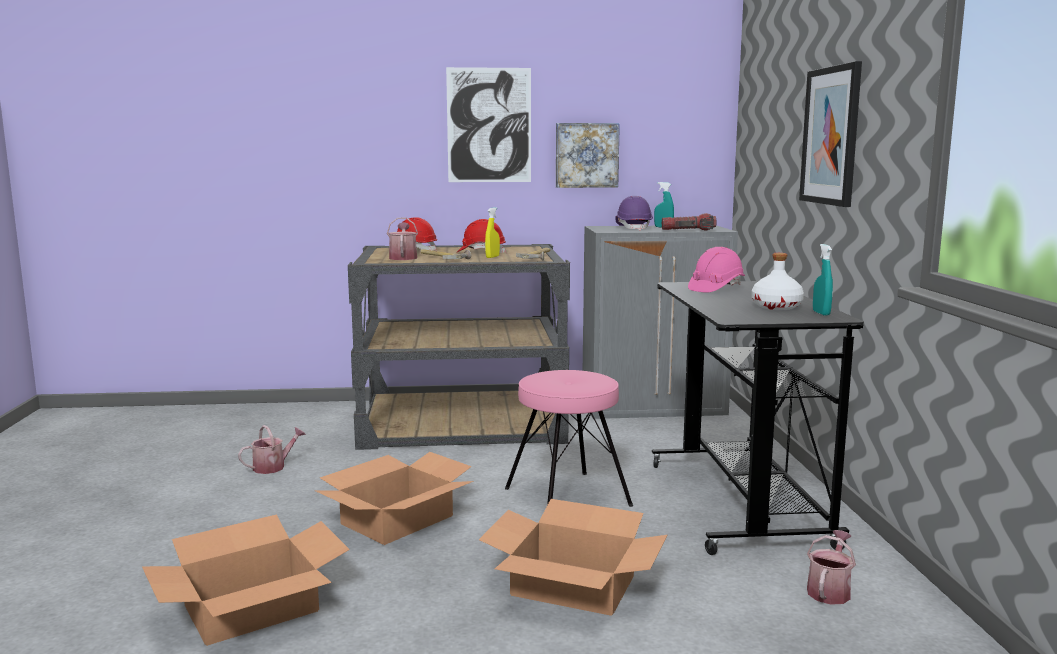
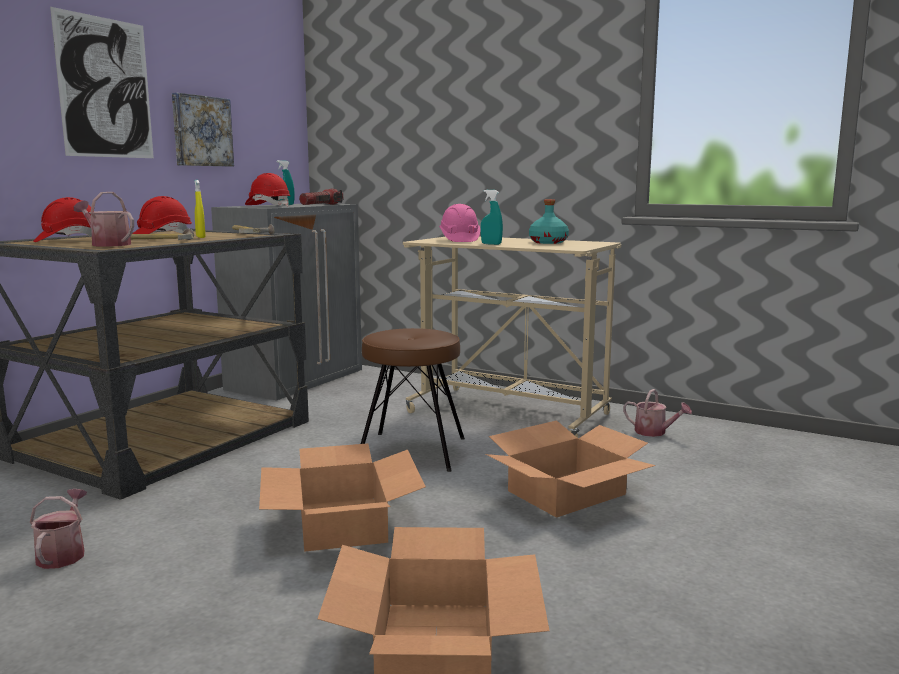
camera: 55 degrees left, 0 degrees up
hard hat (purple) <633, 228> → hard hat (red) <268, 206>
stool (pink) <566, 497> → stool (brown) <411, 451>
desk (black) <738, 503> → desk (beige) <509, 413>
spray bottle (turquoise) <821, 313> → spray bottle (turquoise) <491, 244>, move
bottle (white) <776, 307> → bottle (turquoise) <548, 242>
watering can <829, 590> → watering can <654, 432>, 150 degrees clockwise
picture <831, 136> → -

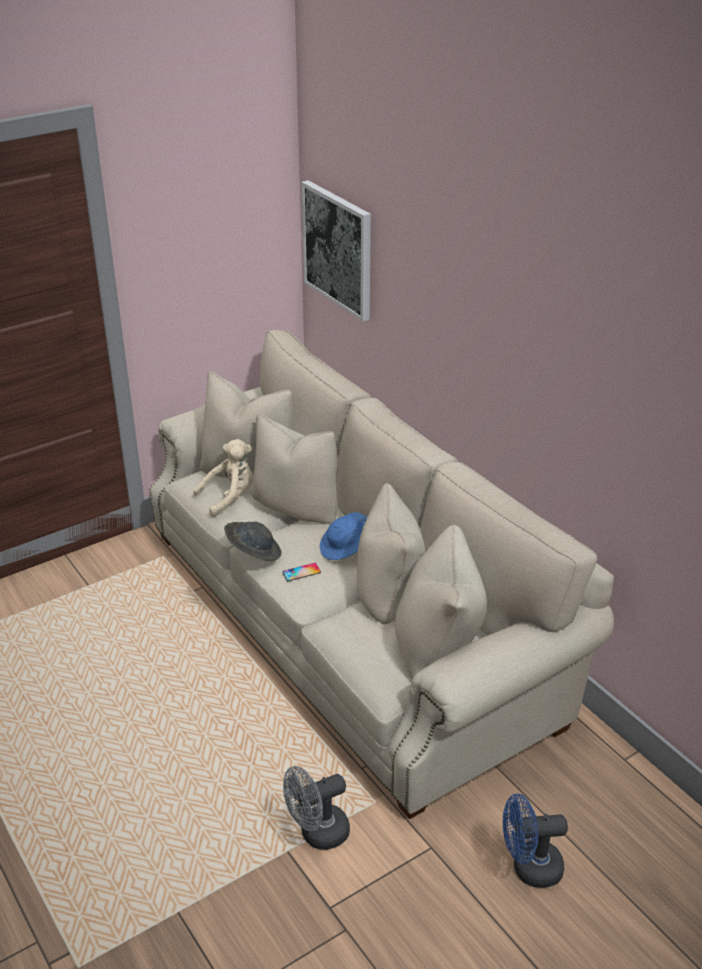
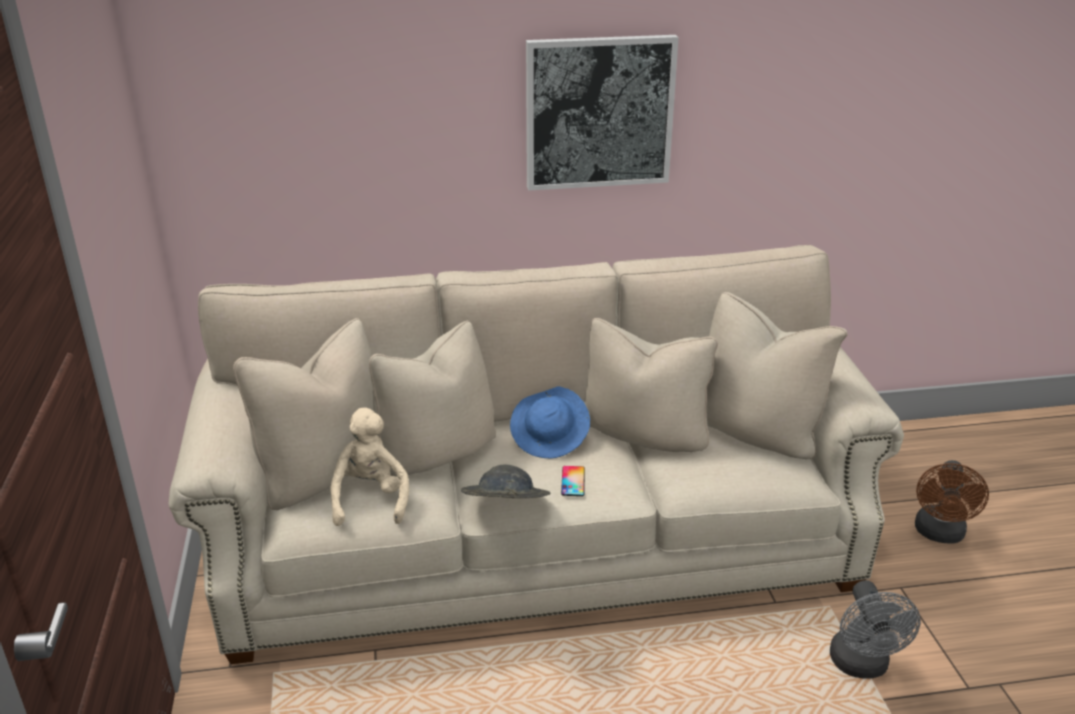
camera: 65 degrees left, 5 degrees down
picture <338, 249> → picture <599, 112>, move
fan (blue) <529, 868> → fan (brown) <939, 534>

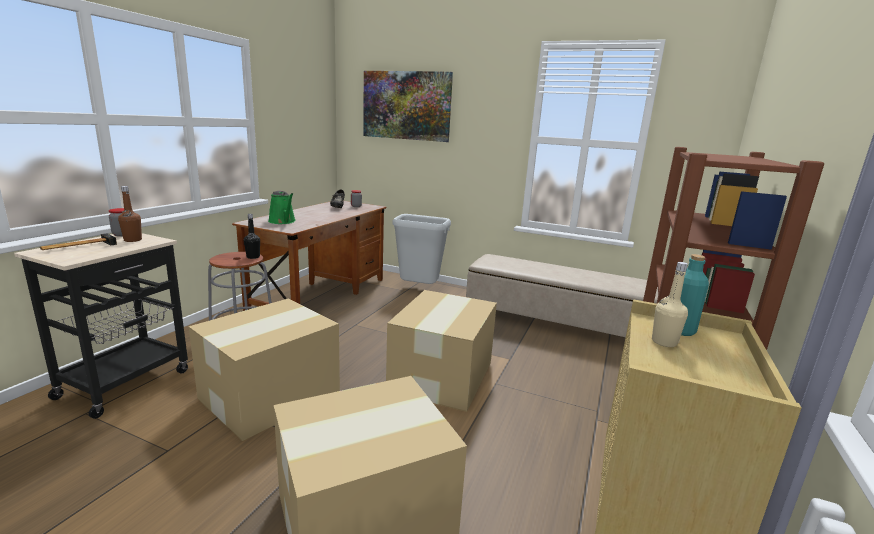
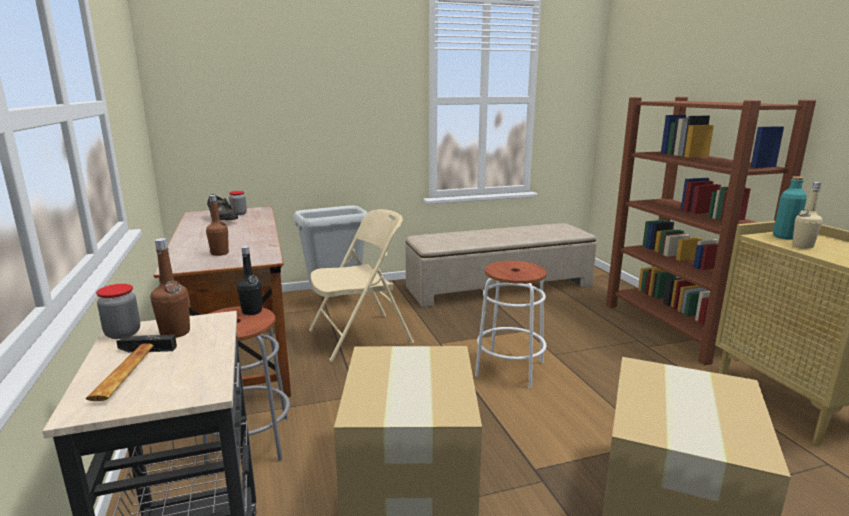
camera: 40 degrees left, 0 degrees up
watering can (green) <283, 221> → bottle (brown) <219, 253>
- → chair (beige) <360, 337>
cardboard box <442, 375> → stool (white) <510, 368>
picture <406, 106> → -

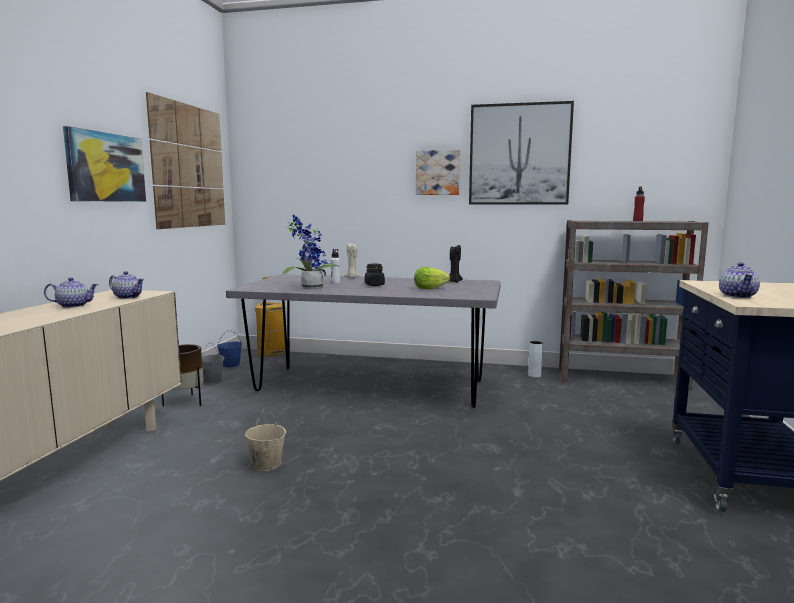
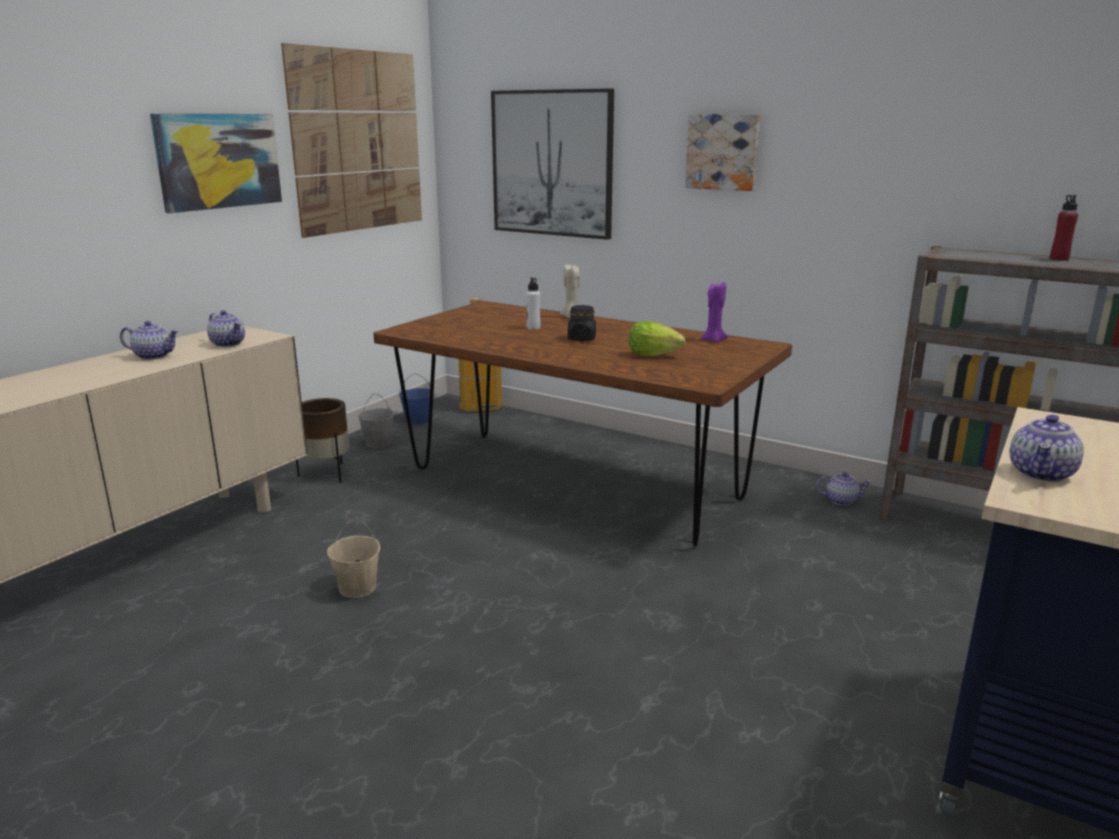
camera: 20 degrees right, 10 degrees up
dining table (grey) <372, 386> → dining table (brown) <577, 483>
picture <519, 154> → picture <552, 163>, move
candle (black) <454, 281> → candle (purple) <713, 340>
vase (grey) <534, 375> → teapot <841, 500>
potted plant <310, 288> → -

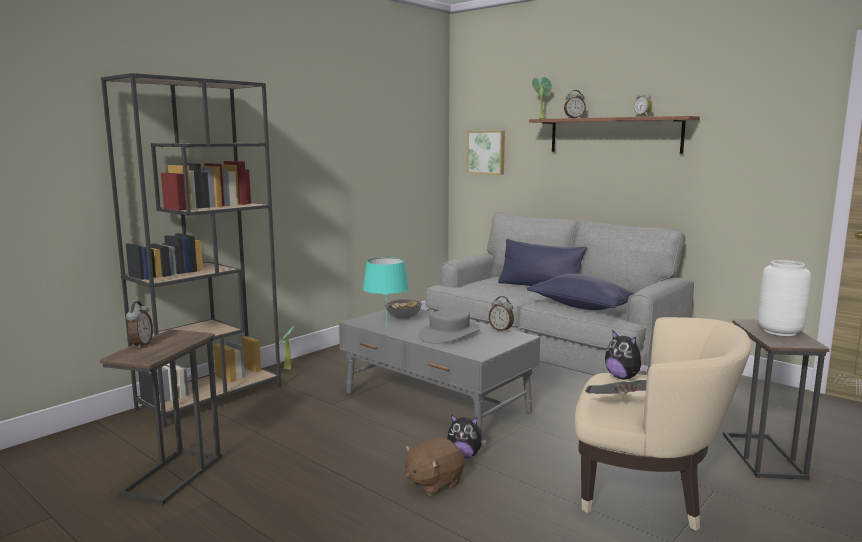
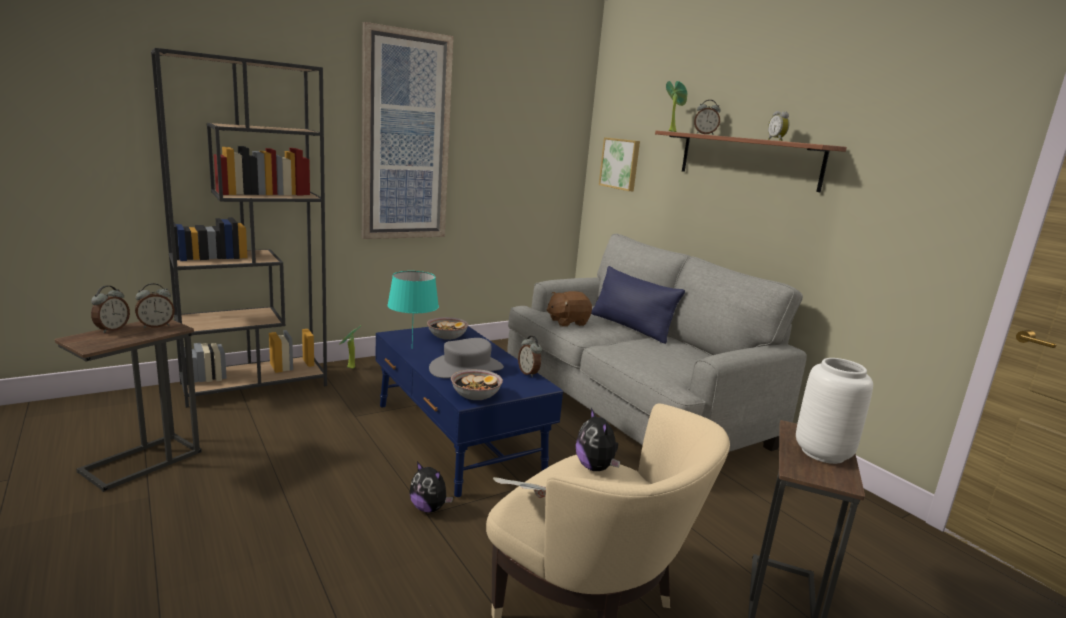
camera: 15 degrees right, 5 degrees up
- → alarm clock <156, 326>
- → picture <405, 138>
coffee table (grey) <436, 403> → coffee table (blue) <458, 437>
- → bowl <475, 395>
plush toy (brown) <433, 482> → plush toy (brown) <567, 322>, move
pillow (blue) <582, 307> → -

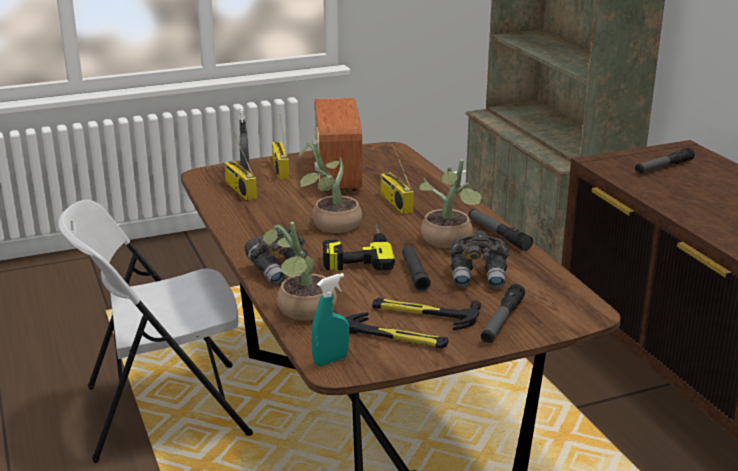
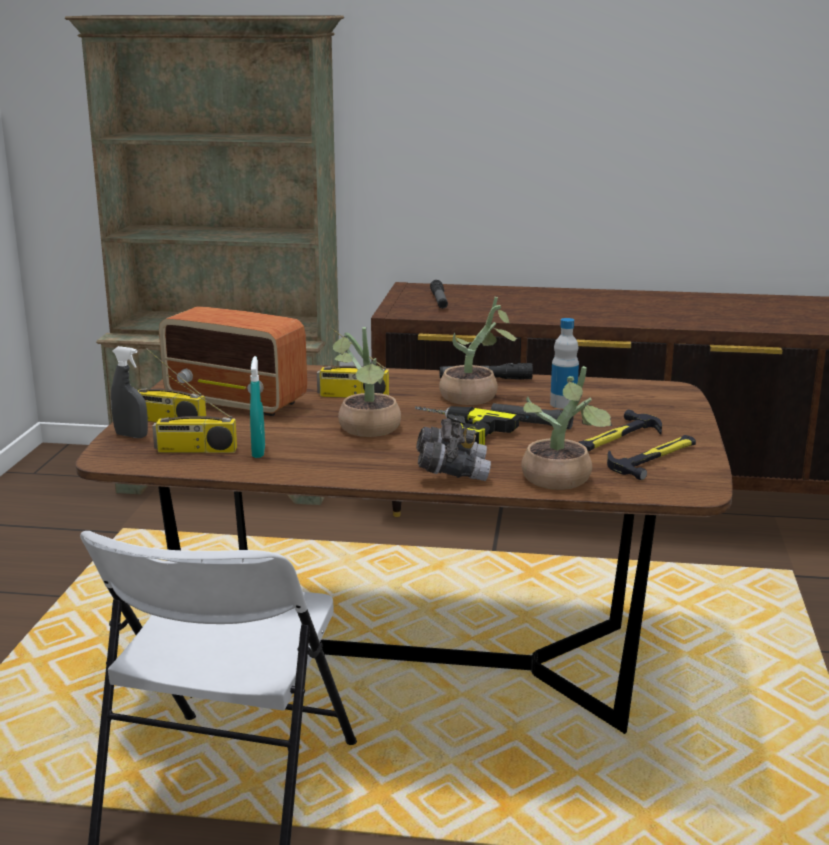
camera: 60 degrees left, 5 degrees down
spray bottle (turquoise) <331, 360> → spray bottle (turquoise) <258, 452>, move
binoculars (grey) <479, 276> → bottle <563, 404>
flashlight <502, 321> → -

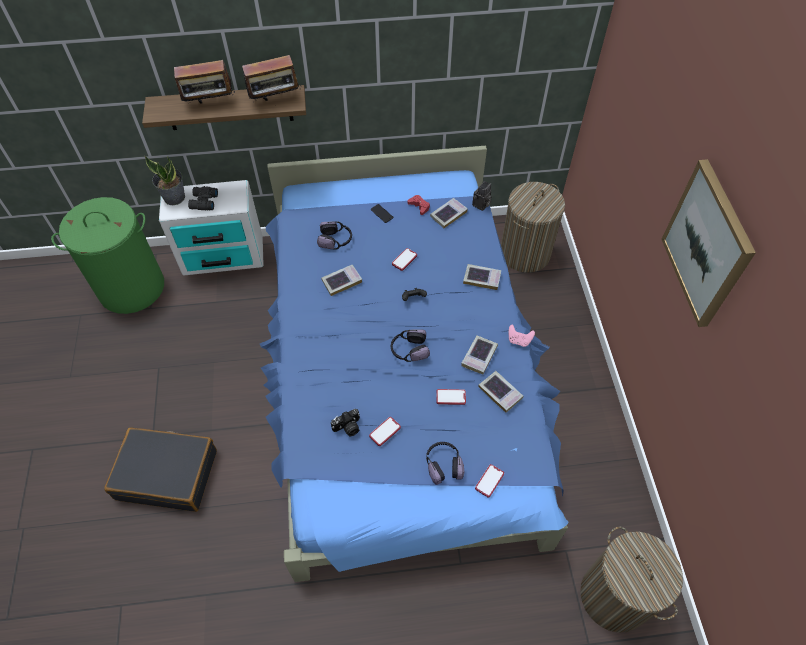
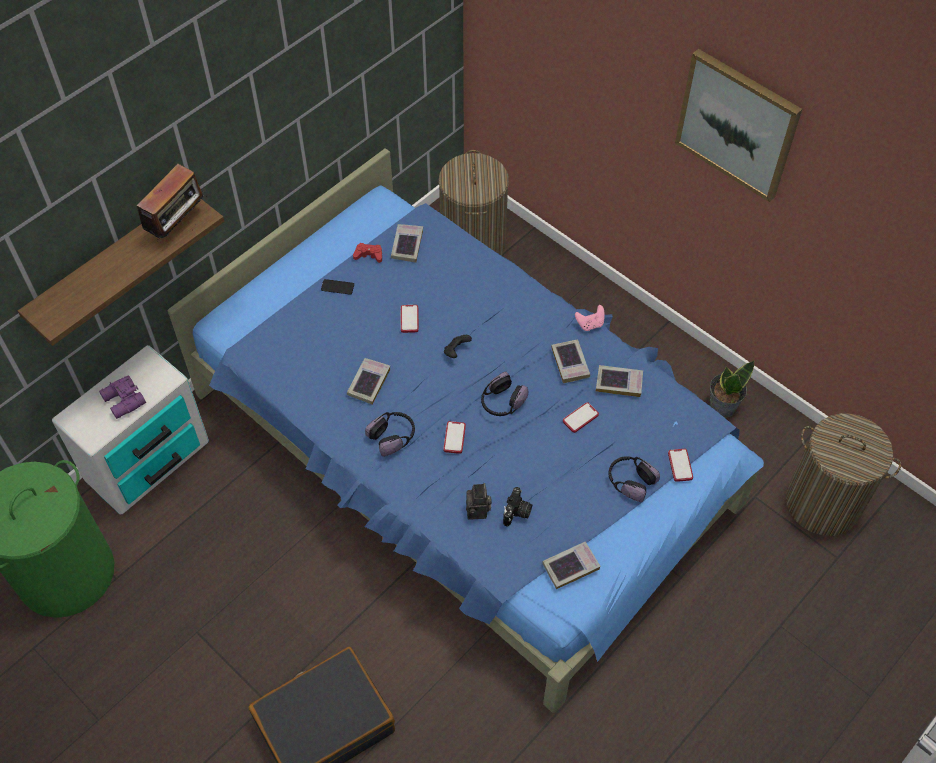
camera: 40 degrees left, 0 degrees up
binoculars (black) <203, 202> → binoculars (purple) <123, 401>
headphones <335, 240> → headphones <393, 436>, move
phone <385, 432> → phone <454, 438>, move
photo camera <481, 205> → photo camera <478, 511>, move
book <482, 278> → book <570, 567>, move
potted plant <174, 197> → potted plant <722, 406>, move
radio <210, 104> → -

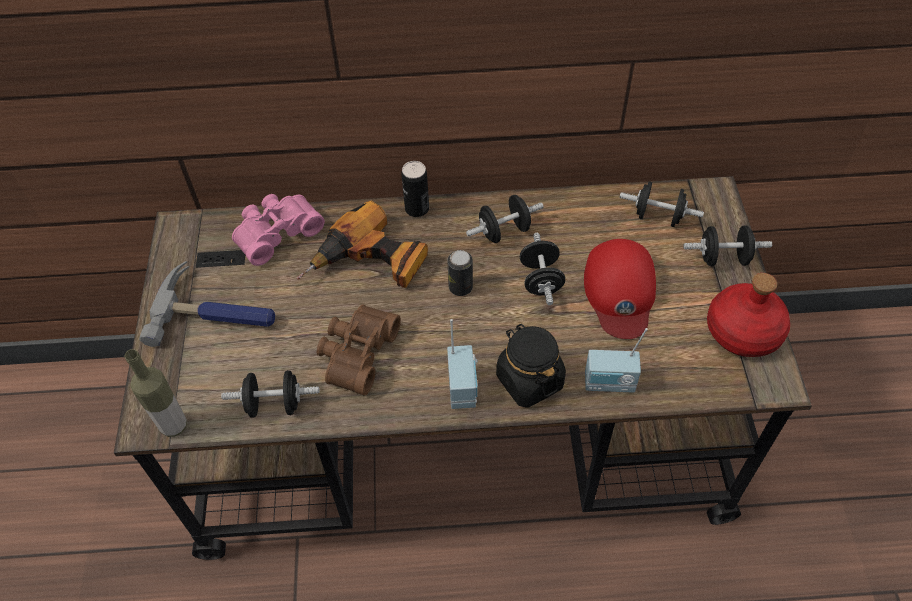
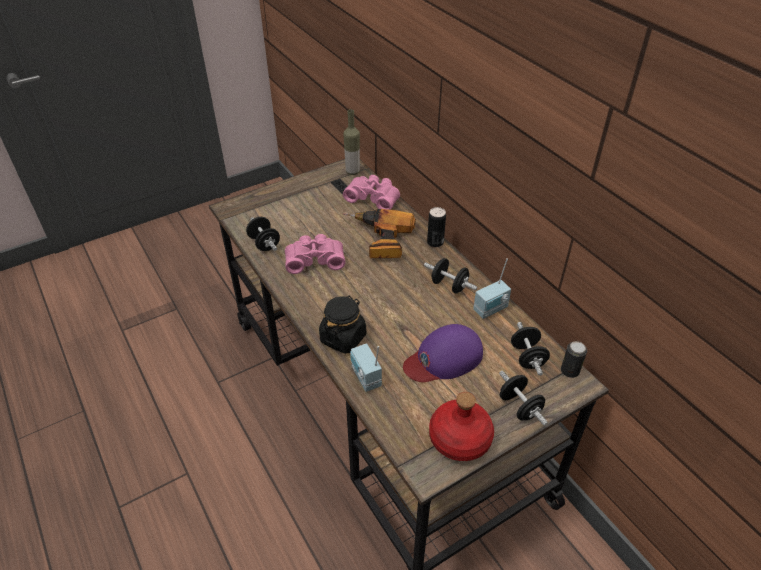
camera: 60 degrees right, 10 degrees down
binoculars (brown) <356, 353> → binoculars (pink) <315, 259>
bottle <174, 425> → bottle <352, 172>, move
cap (red) <620, 292> → cap (purple) <443, 358>
radio <464, 387> → radio <491, 310>, move
can <460, 287> → can <570, 371>, move
hammer <217, 312> → -
dumbbell (black) <541, 280> → -

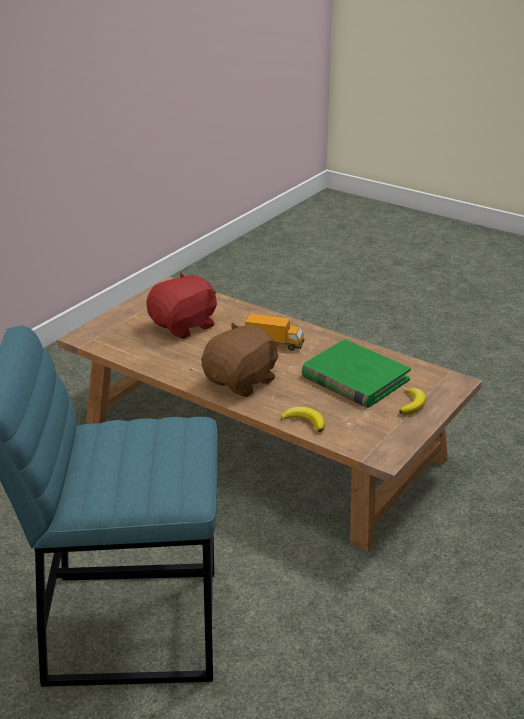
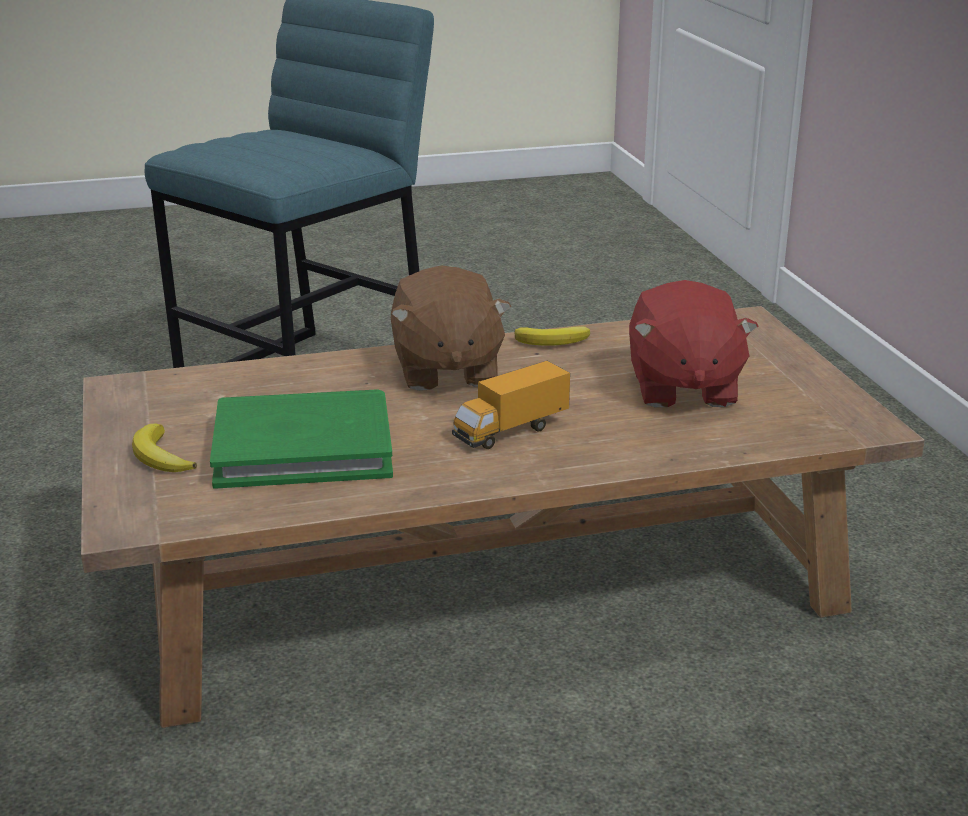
camera: 130 degrees right, 5 degrees down
banana <305, 421> → banana <555, 341>, move

